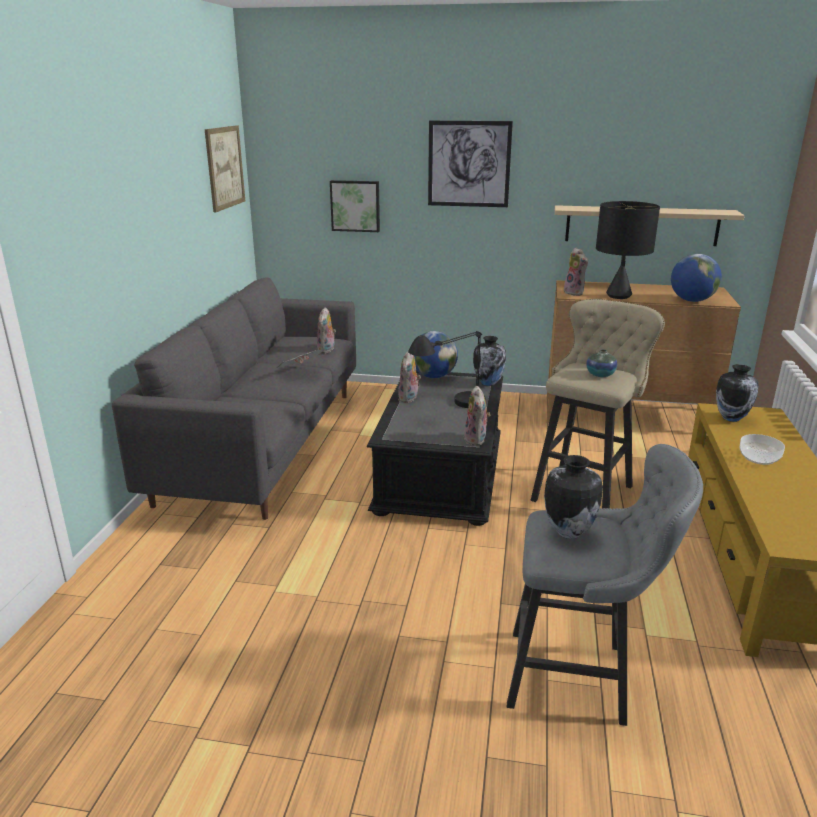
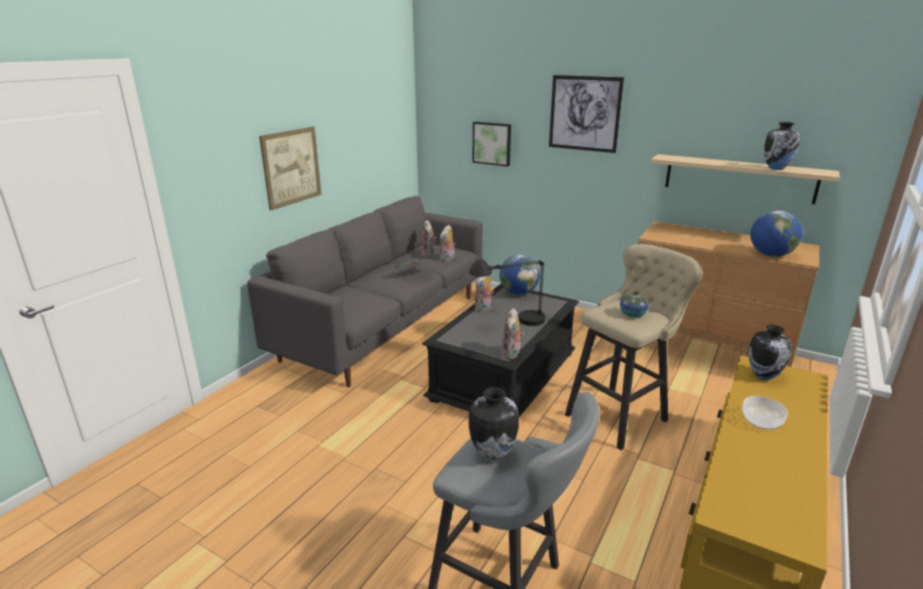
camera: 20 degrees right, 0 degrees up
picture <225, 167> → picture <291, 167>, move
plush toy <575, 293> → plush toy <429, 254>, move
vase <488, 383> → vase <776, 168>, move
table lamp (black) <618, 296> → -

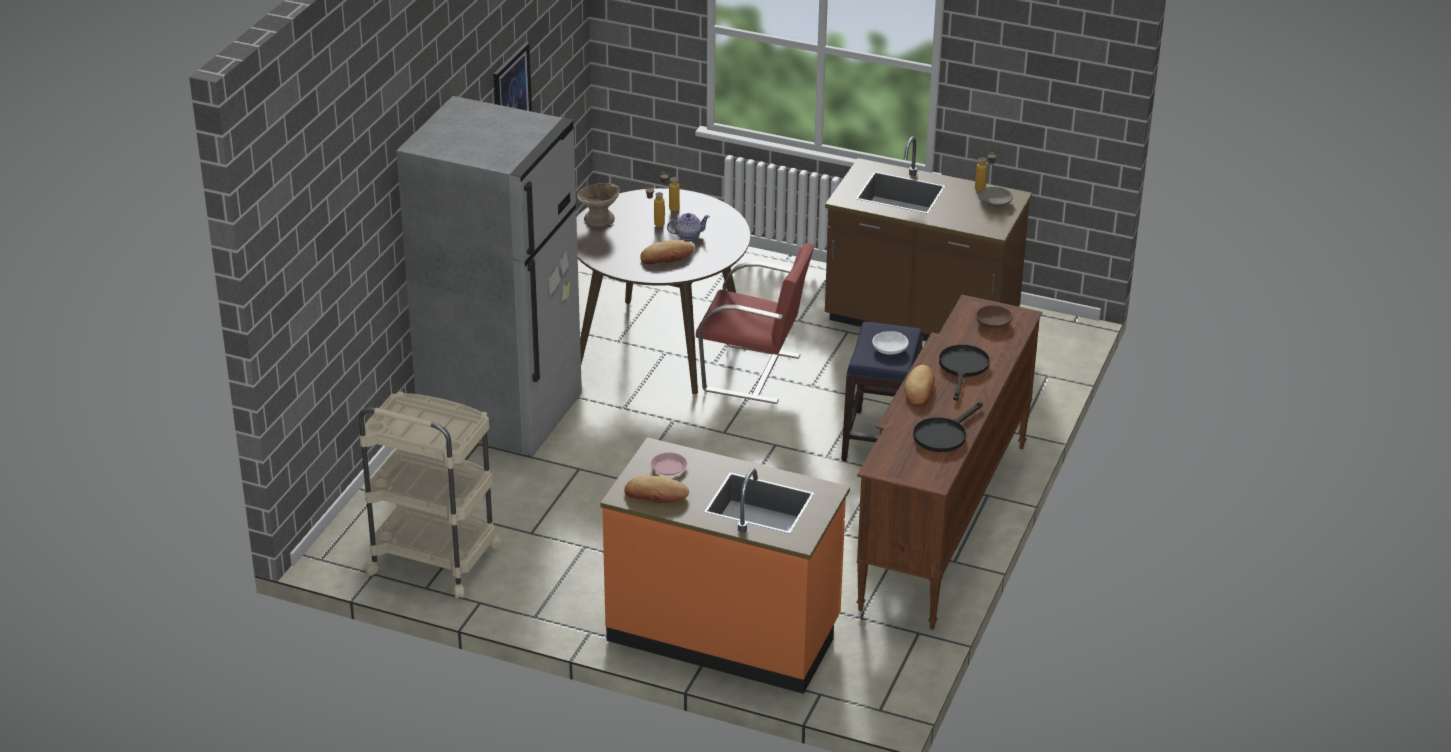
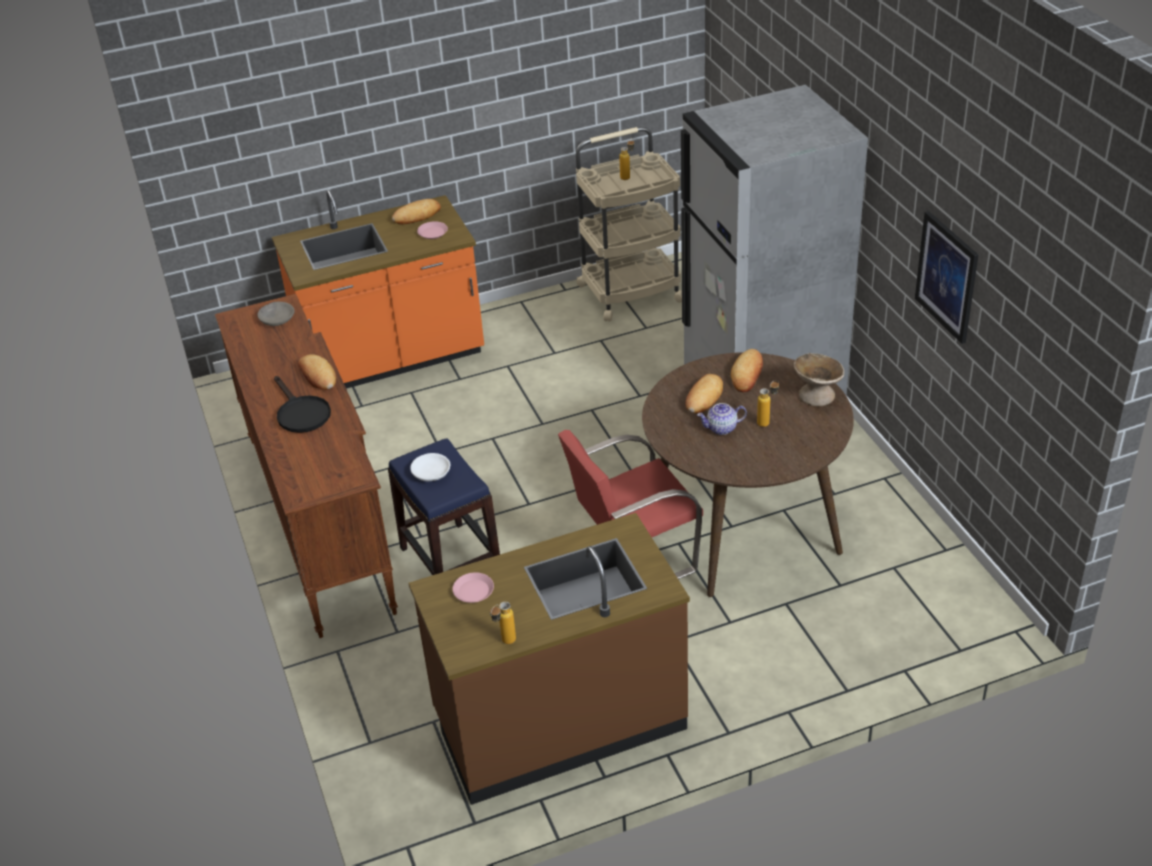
camera: 140 degrees right, 5 degrees up
bowl (grey) <995, 202> → bowl (grey) <277, 319>, move
- → plate (pink) <474, 591>
bottle <669, 209> → bottle <628, 176>, move
teapot <688, 235> → teapot <722, 428>, 45 degrees clockwise
- → bread <747, 374>
frying pan (black) <944, 434> → -
bowl (brown) <993, 322> → -

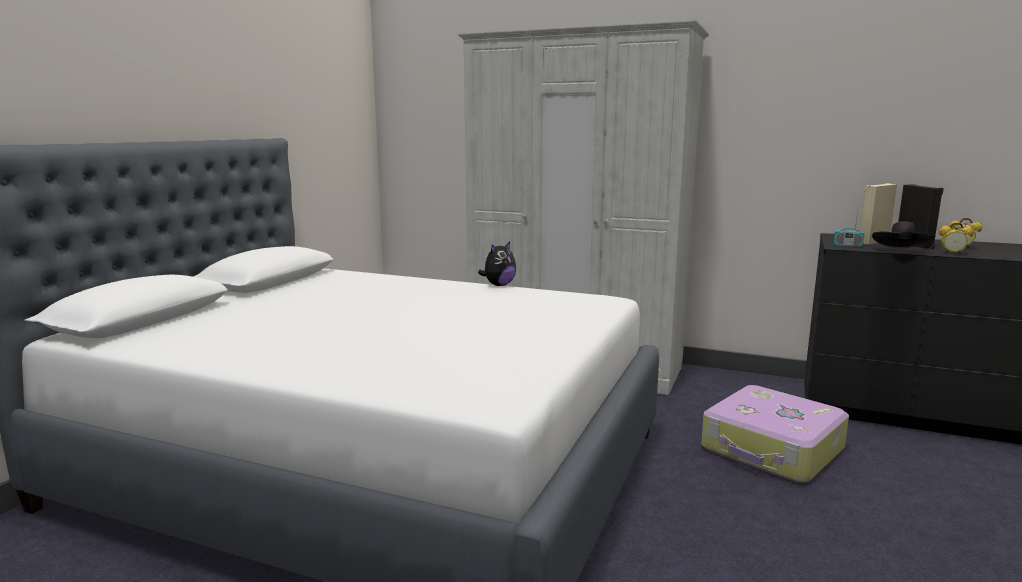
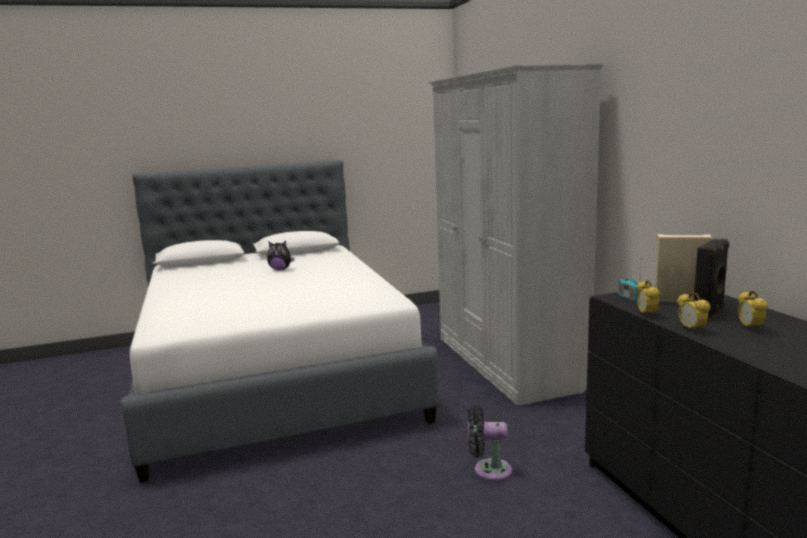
camera: 50 degrees right, 0 degrees up
plush toy <498, 285> → plush toy <280, 269>, move
suitcase <772, 449> → fan (black) <488, 470>
hat (black) <900, 251> → alarm clock <646, 314>

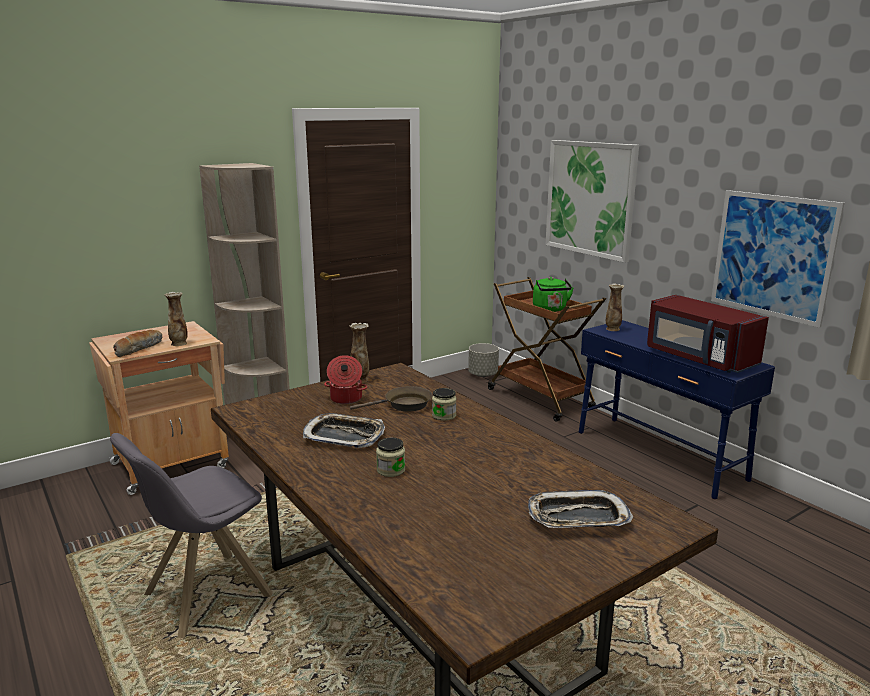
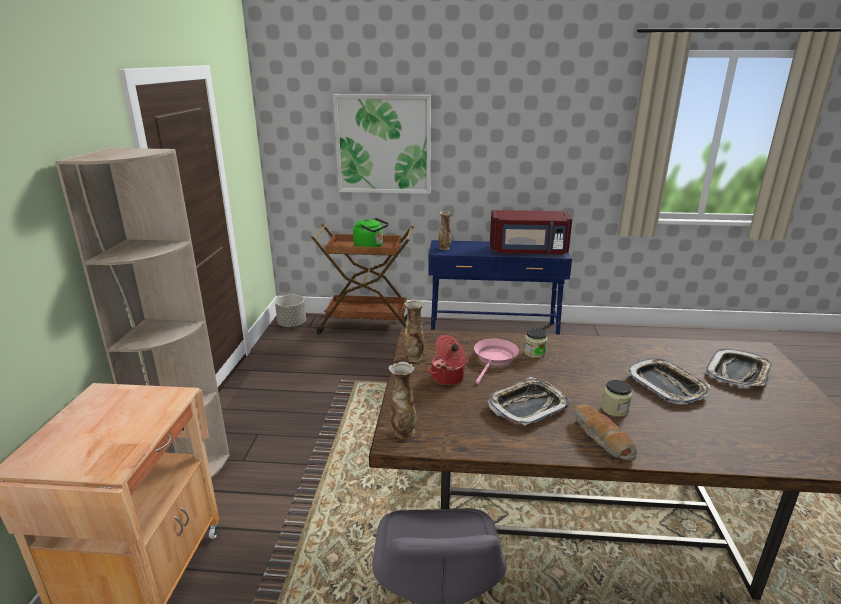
camera: 50 degrees left, 5 degrees up
vase <179, 343> → vase <403, 431>, move
frying pan (brown) <404, 405> → frying pan (pink) <494, 359>
bread <138, 348> → bread <600, 438>, move
- → tray <666, 385>
picture <772, 256> → -

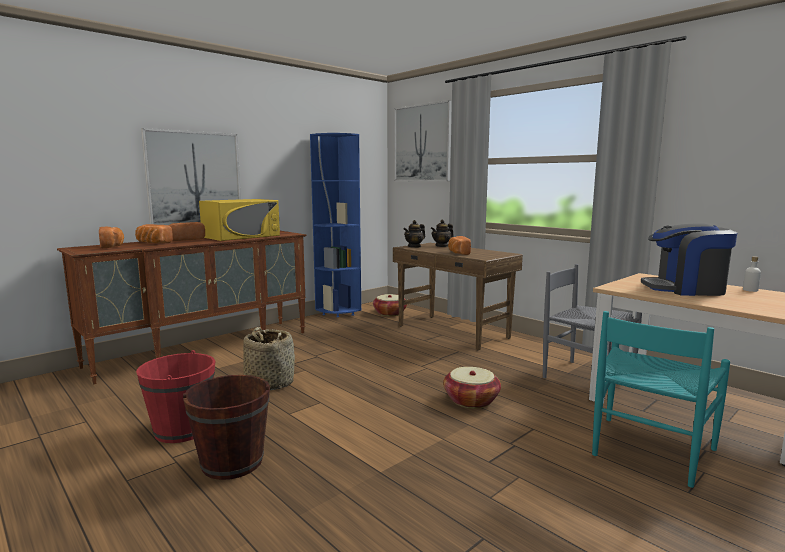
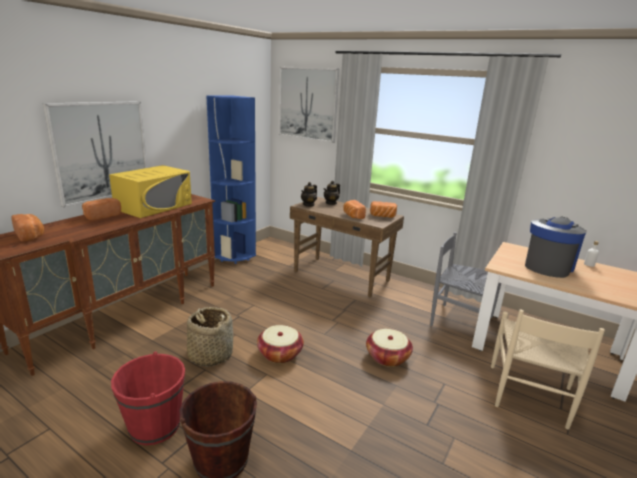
camera: 15 degrees left, 10 degrees up
basket <390, 313> → basket <280, 354>, move
bread <152, 243> → bread <382, 216>, move
chair (turquoise) <649, 452> → chair (beige) <529, 397>
coffee machine <685, 289> → coffee machine <548, 266>, 135 degrees clockwise

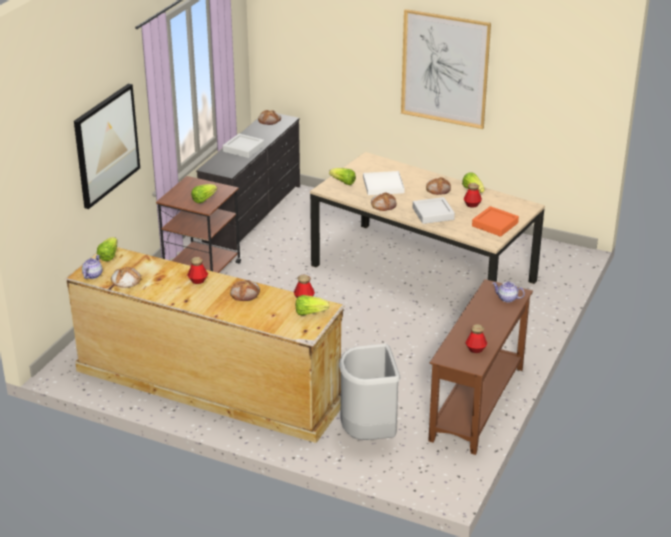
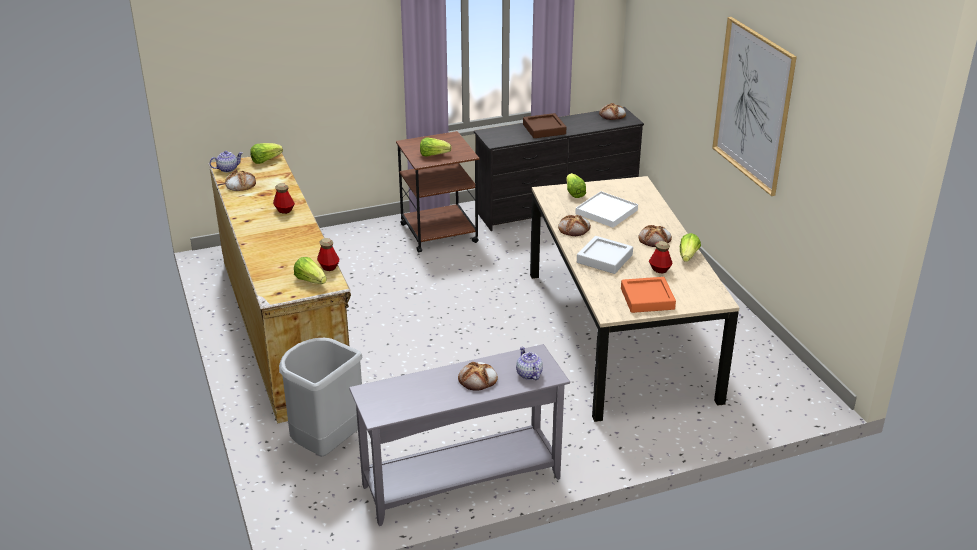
camera: 45 degrees right, 0 degrees up
console table (brown) <477, 404> → console table (grey) <460, 482>
bread <245, 293> → bread <478, 379>, move
tray (grey) <243, 149> → tray (brown) <544, 129>
picture <106, 145> → -
bottle <475, 349> → -

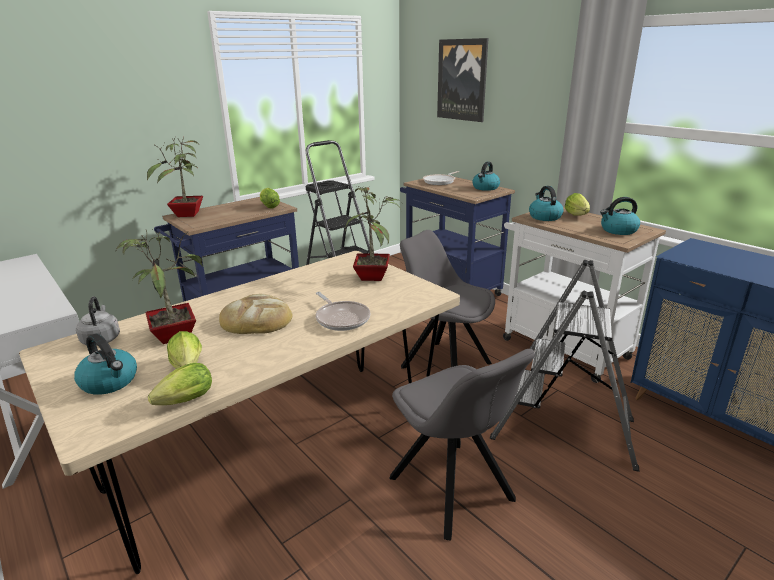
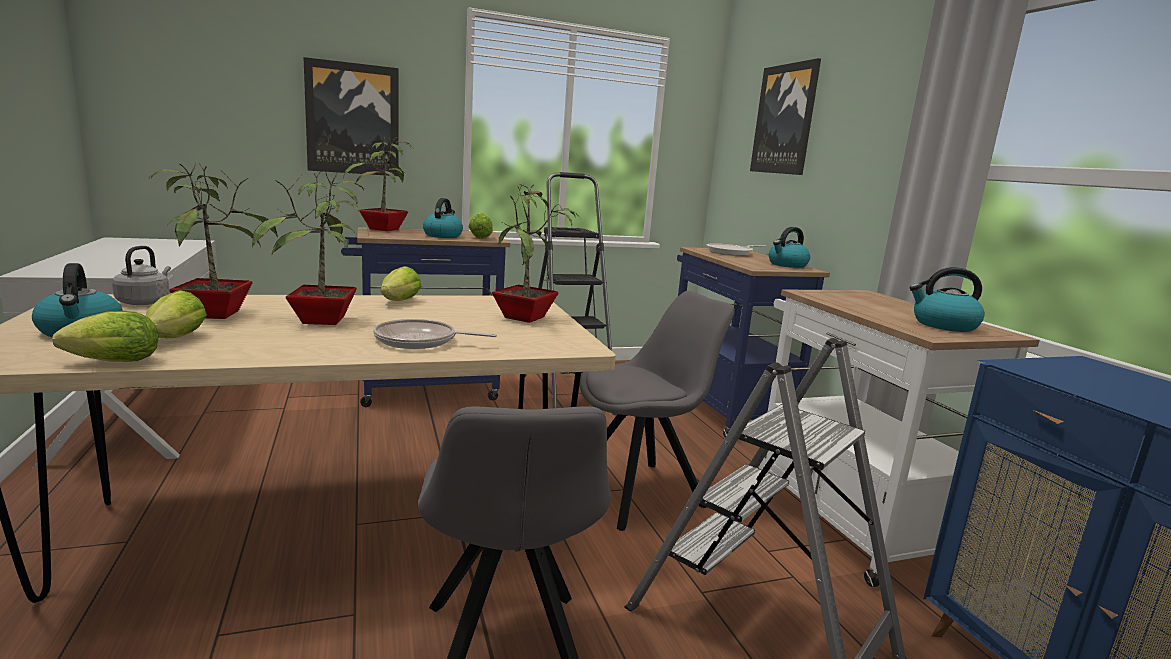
camera: 20 degrees right, 10 degrees down
bread <256, 319> → potted plant <322, 321>
- → picture <353, 119>
frying pan <341, 318> → frying pan <420, 341>, 105 degrees clockwise
lettuce <577, 216> → lettuce <398, 302>, move
kettle <544, 217> → kettle <443, 235>, move
chair (grey) <445, 365> → chair (grey) <638, 493>, 90 degrees clockwise

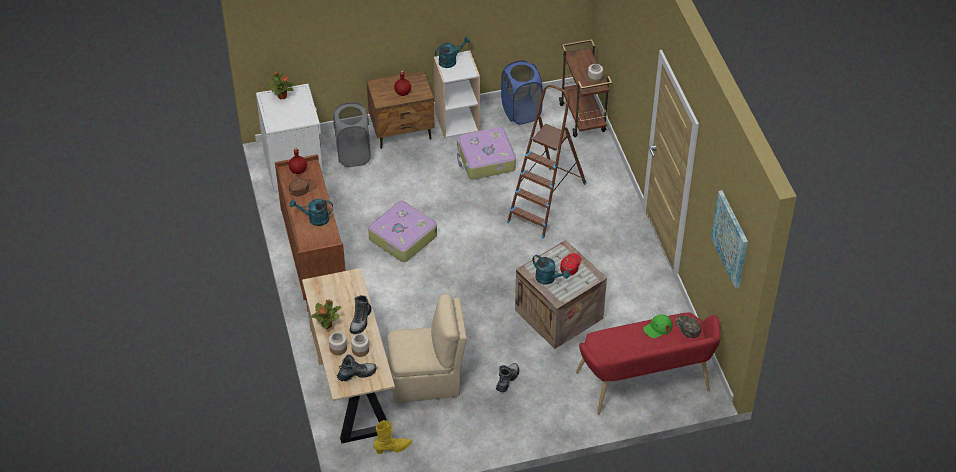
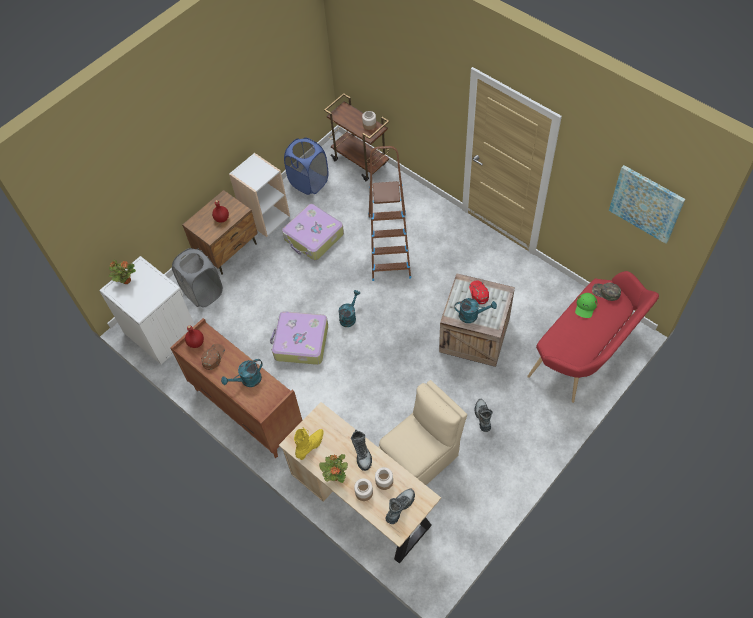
camera: 30 degrees left, 10 degrees up
boot (yellow) <393, 448> → boot (yellow) <311, 446>, move
watering can (turquoise) <450, 60> → watering can (turquoise) <349, 316>, move

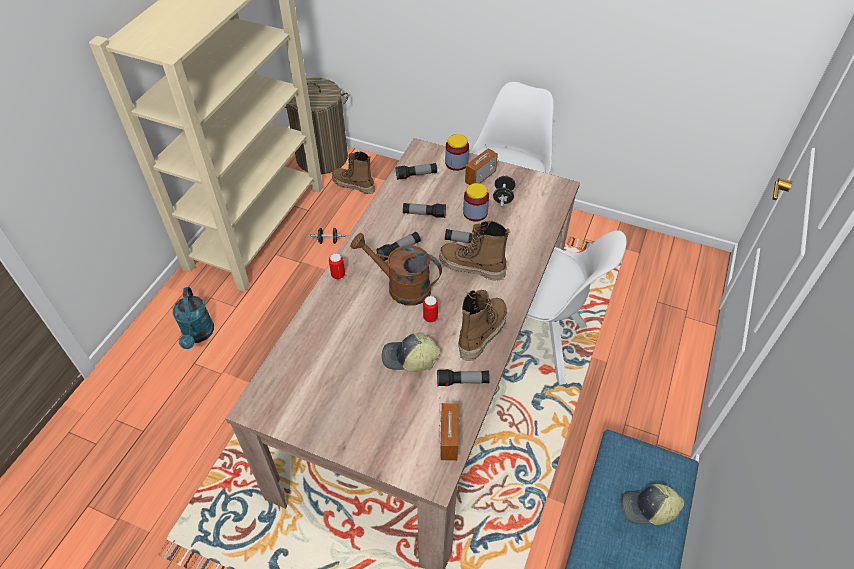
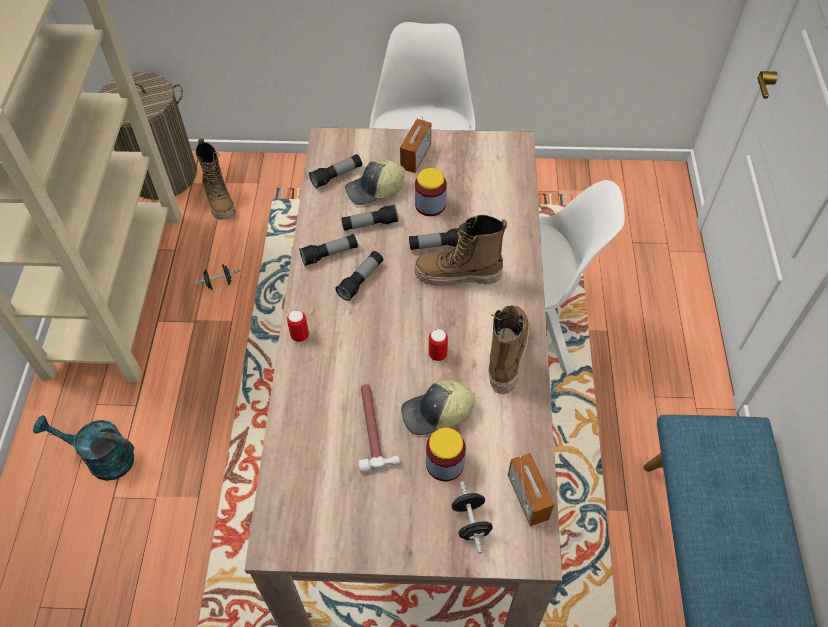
camera: 20 degrees left, 5 degrees up
watering can (turquoise) <198, 335> → watering can (turquoise) <102, 458>, 135 degrees clockwise
boot <353, 185> → boot <220, 201>, 120 degrees counterclockwise
flashlight <462, 382> → flashlight <329, 254>, move
cap <648, 509> → cap <375, 190>, move
- → hammer <373, 427>
jar <456, 163> → jar <444, 464>, move
dumbbell (black) <503, 197> → dumbbell (black) <471, 522>, move
watering can (brown) <401, 287> → -

